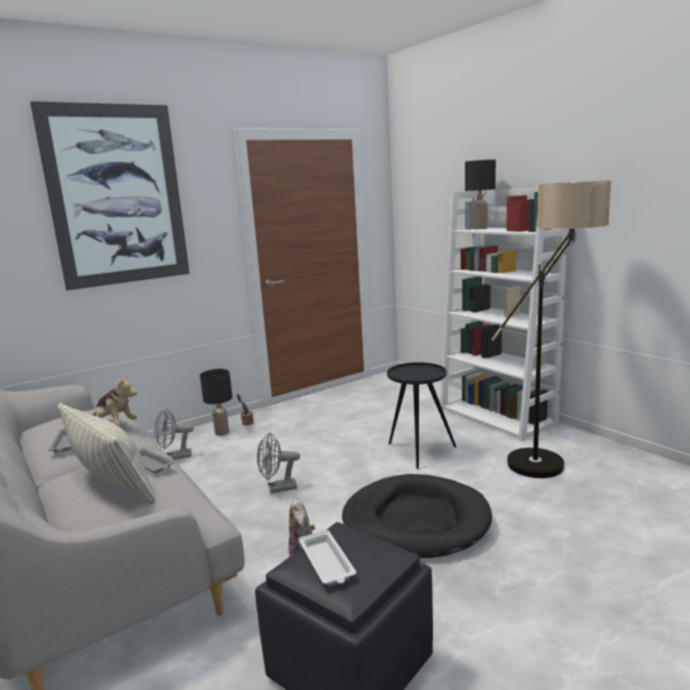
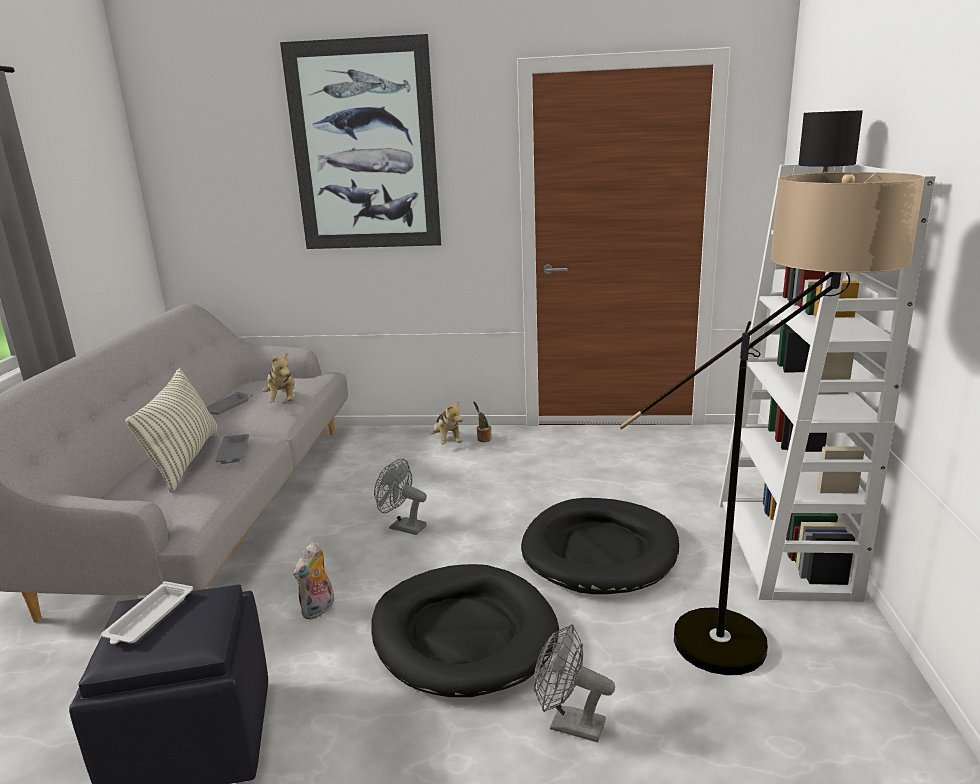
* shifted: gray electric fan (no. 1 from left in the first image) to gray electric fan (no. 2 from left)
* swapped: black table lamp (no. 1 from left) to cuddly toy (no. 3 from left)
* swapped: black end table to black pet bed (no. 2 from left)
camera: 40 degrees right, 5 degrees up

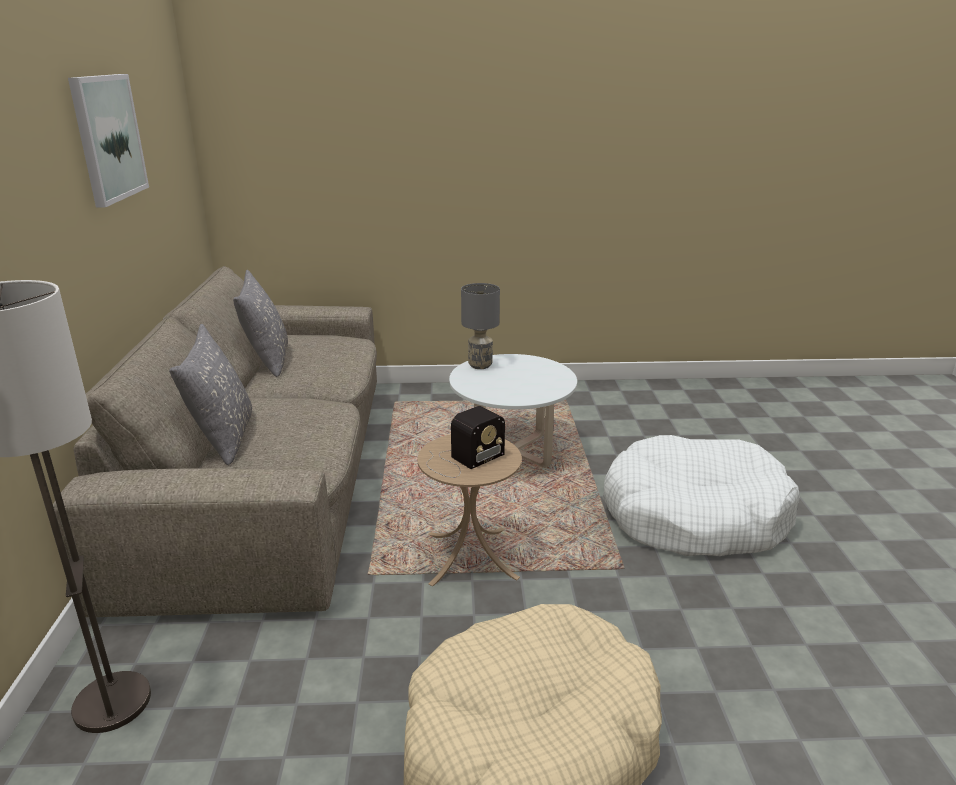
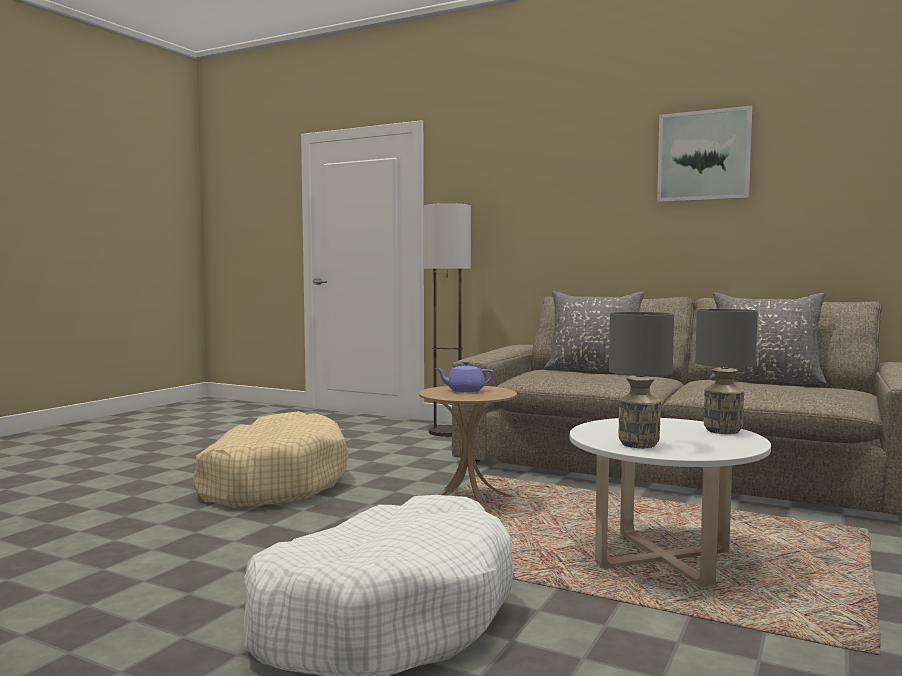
* swapped: radio set to purplish tea pot
* new: gray table lamp (no. 1 from left)
camera: 120 degrees right, 20 degrees down

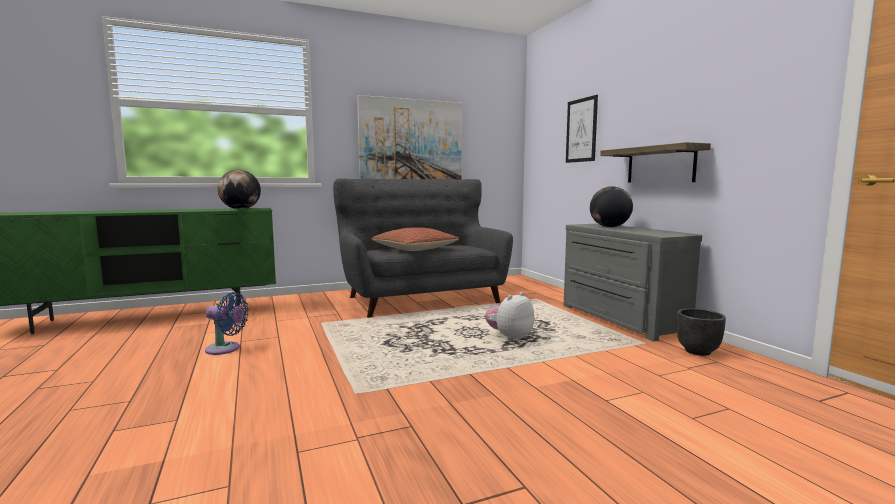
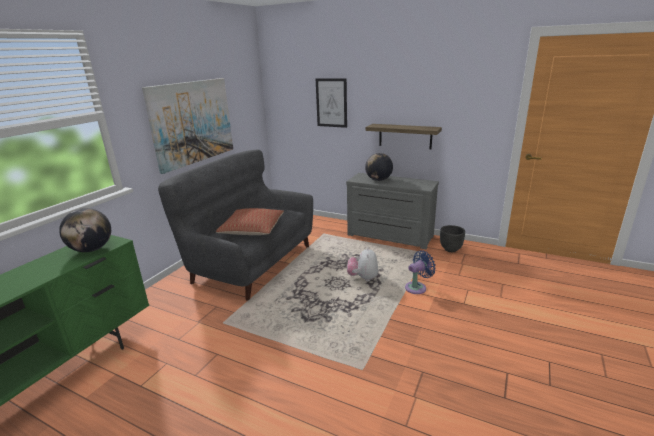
* shifted: blue-coloured electric fan
camera: 40 degrees left, 15 degrees up

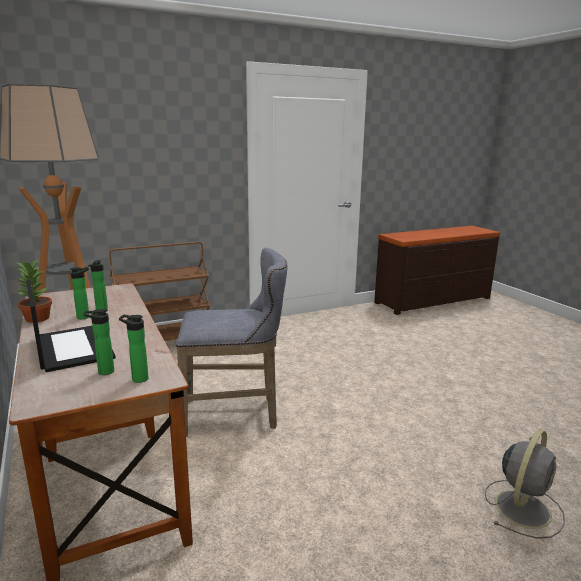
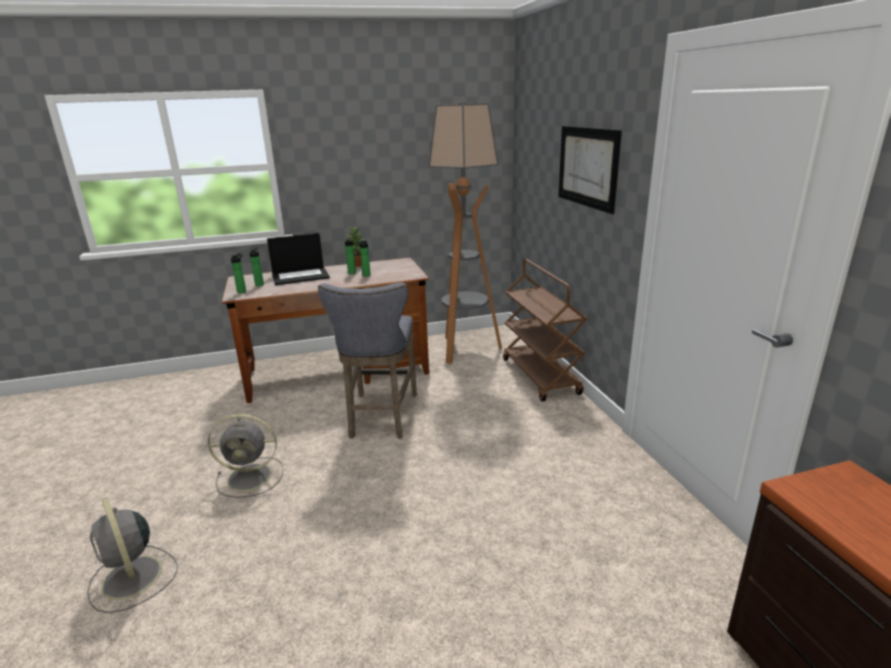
* new: gray electric fan (no. 2 from left)
* new: picture
camera: 100 degrees right, 5 degrees up

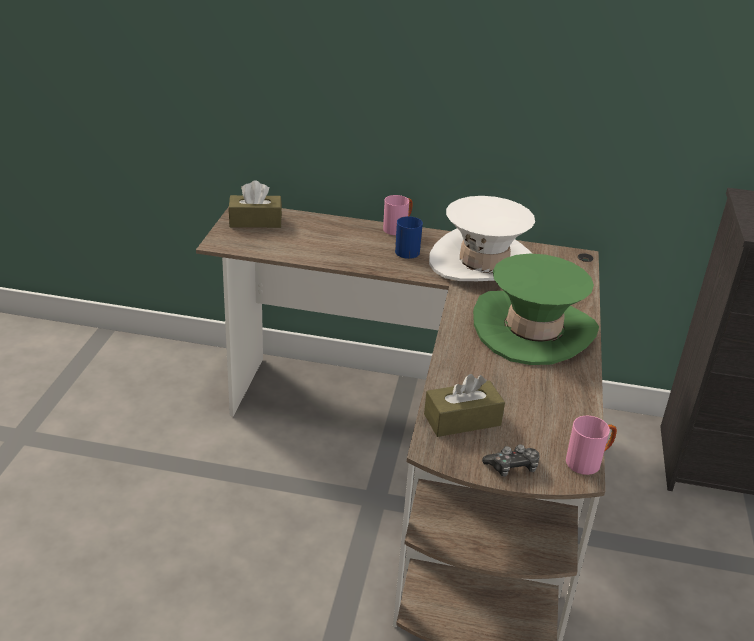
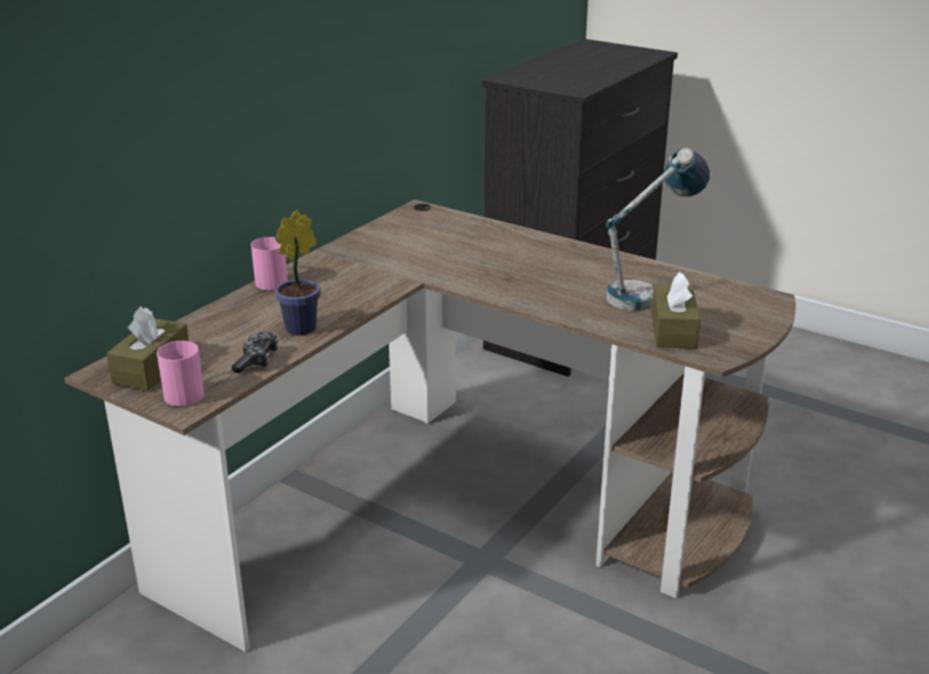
* gone: blue-coloured coffee mug
* gone: whitish wearable hat
* gone: greenish wearable hat
* shifted: joypad
* shifted: pink-coloured coffee mug (no. 2 from left in the first image) to pink-coloured coffee mug (no. 1 from left)
* new: houseplant
* new: table lamp
camera: 65 degrees left, 5 degrees down

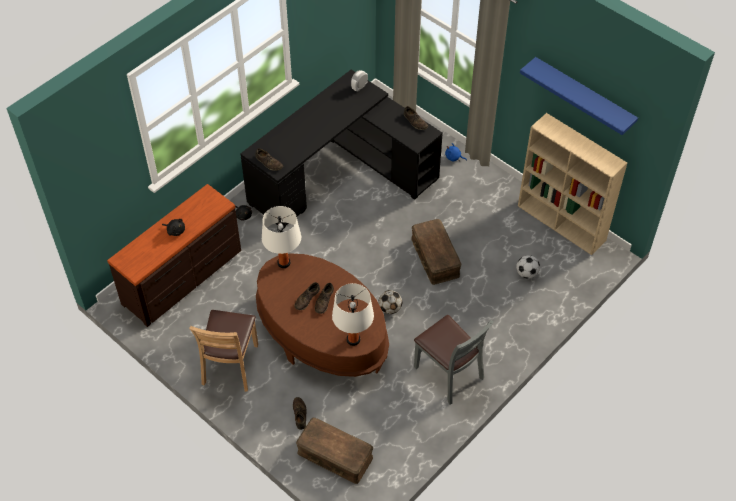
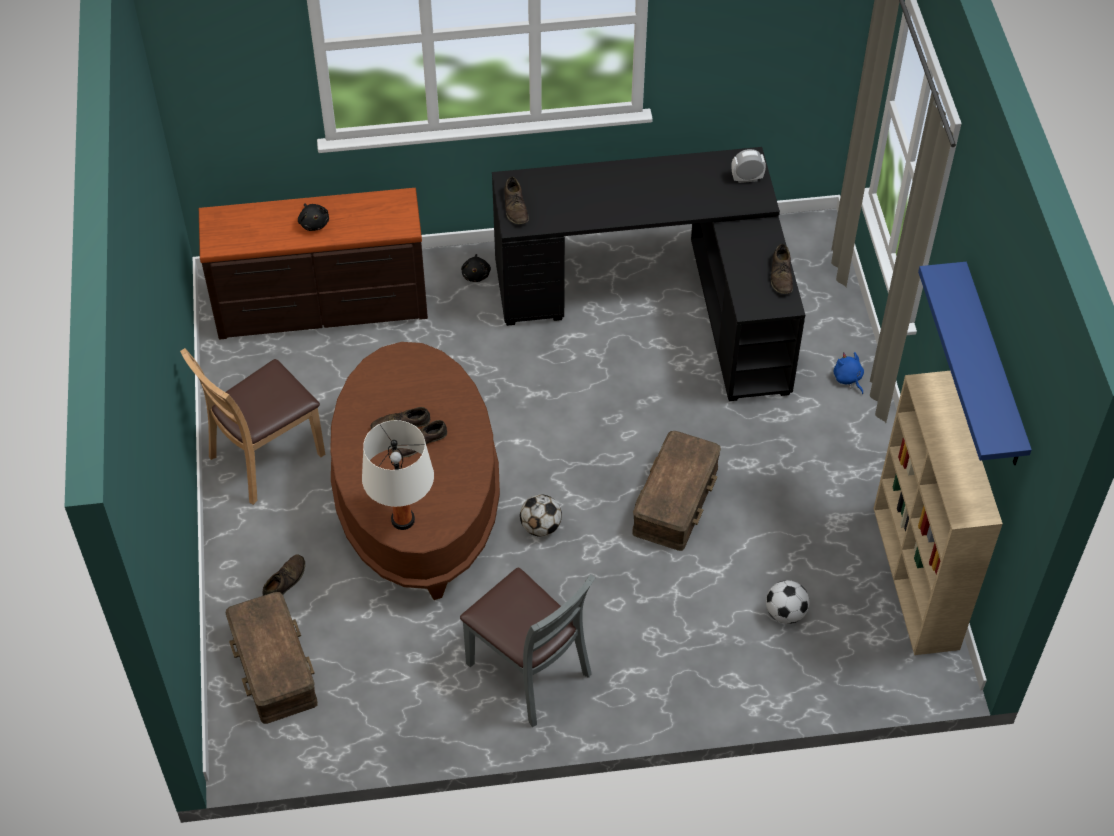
* gone: whitish table lamp (no. 1 from left)
* rotated: gray upright chair 45 degrees counterclockwise
camera: 40 degrees right, 0 degrees up

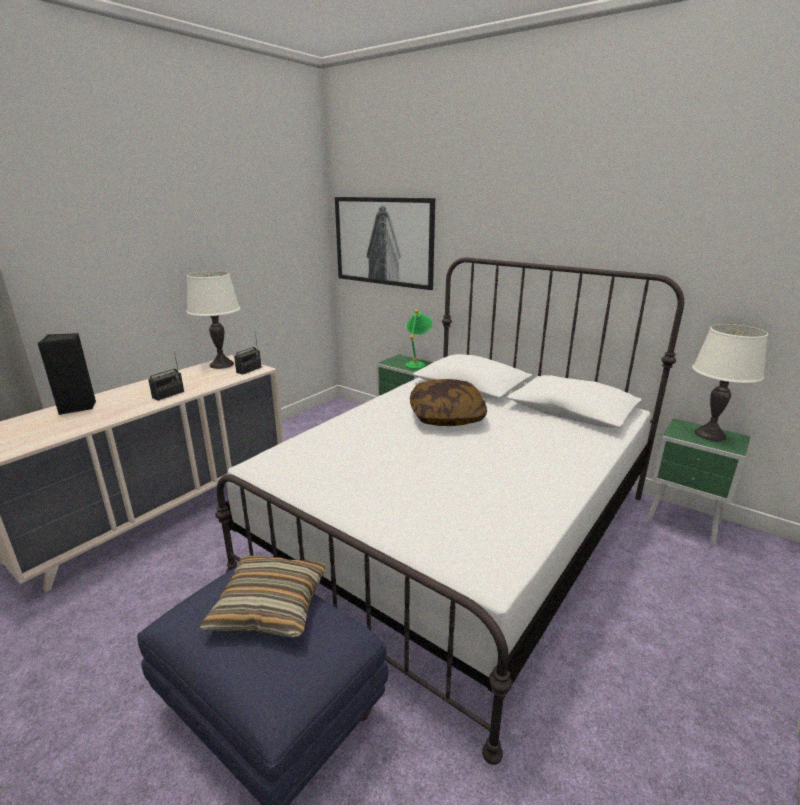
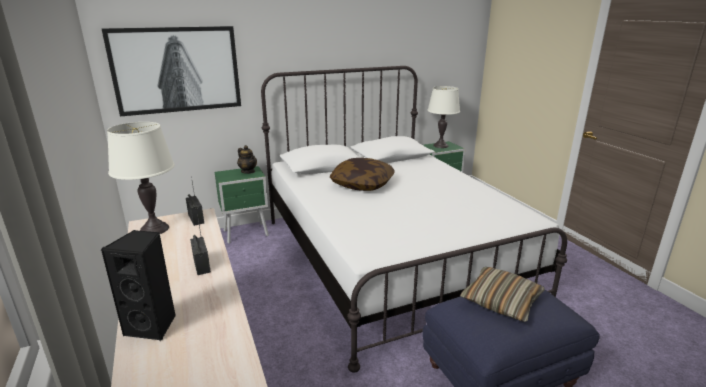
* swapped: greenish table lamp to tea pot
camera: 60 degrees left, 0 degrees up

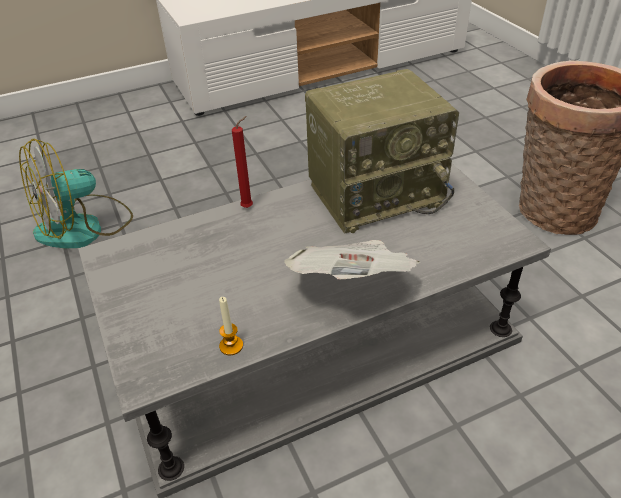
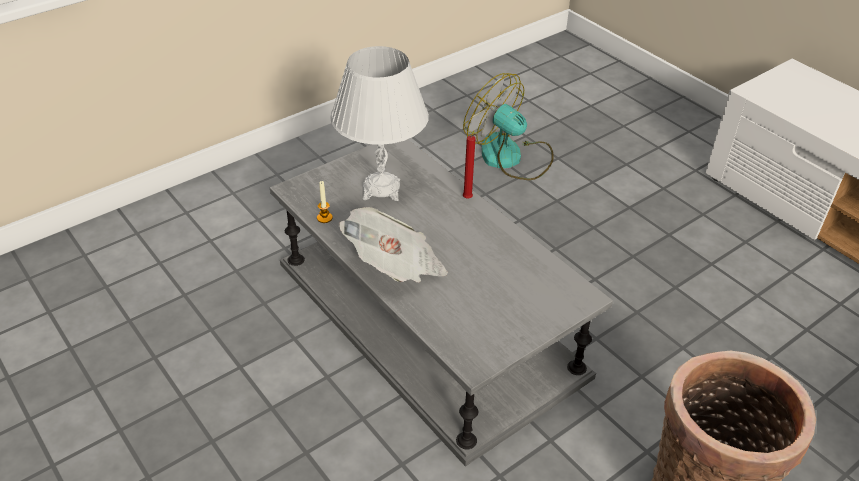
* gone: radio set
* new: whitish table lamp
camera: 75 degrees right, 0 degrees up

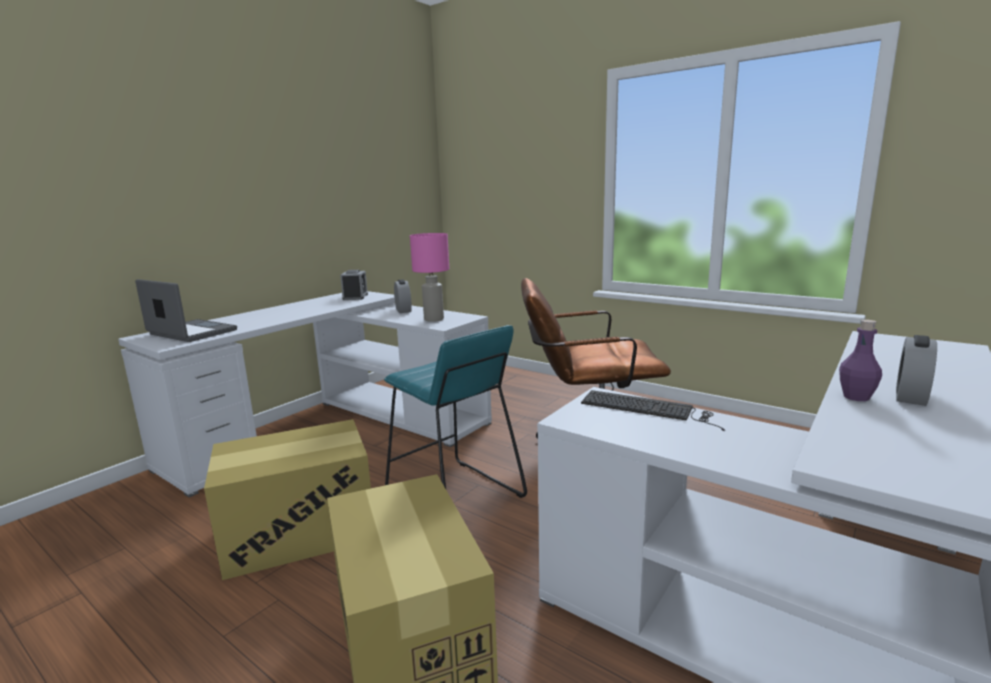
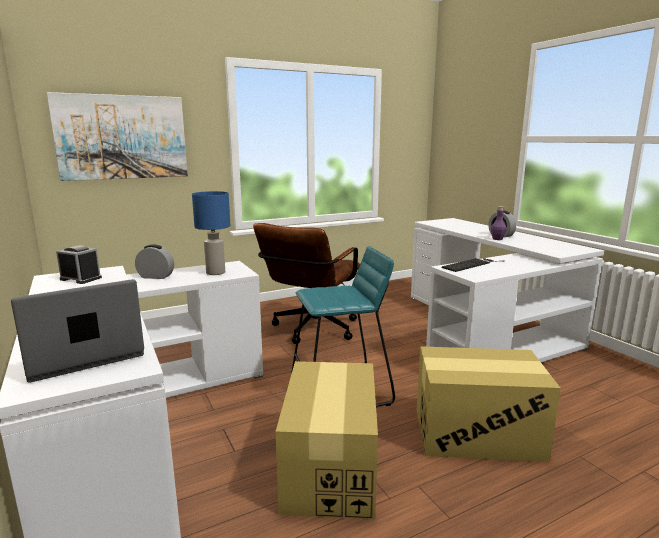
* repainted: pink-coloured table lamp to blue-coloured table lamp
* new: picture
camera: 65 degrees left, 0 degrees up

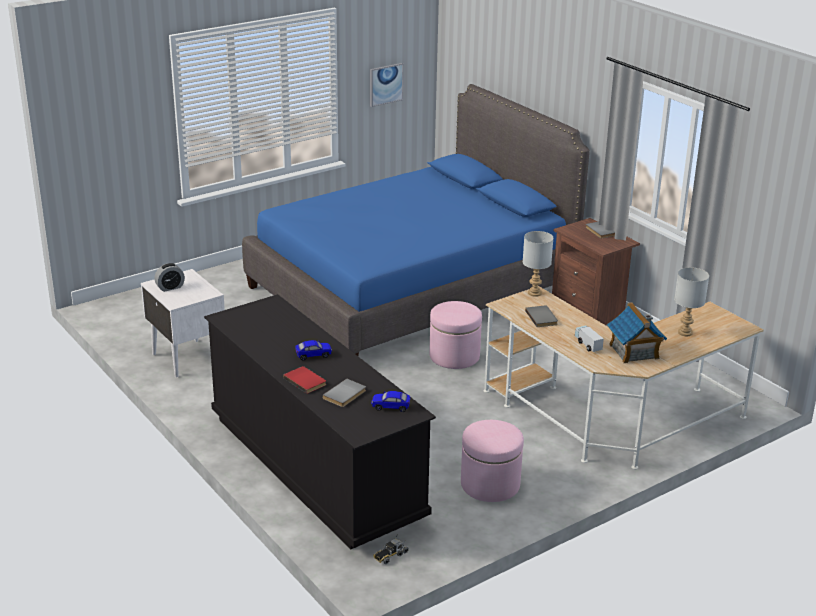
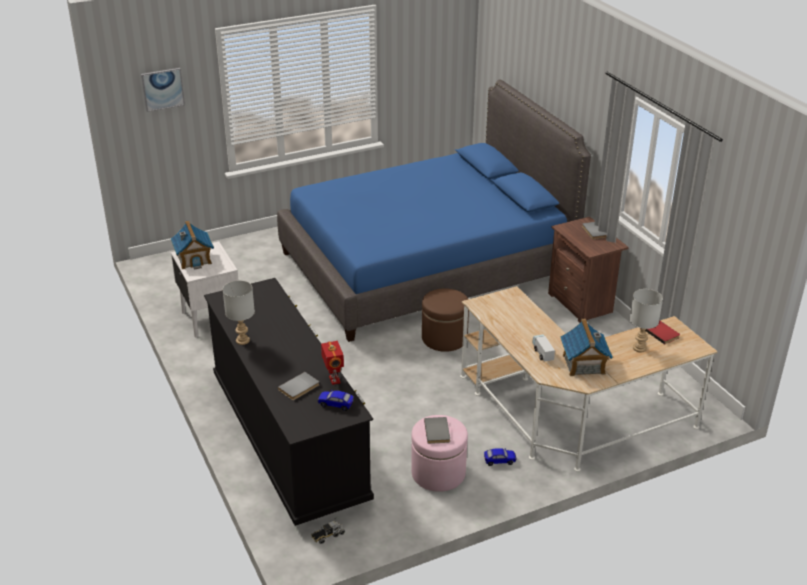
* swapped: bedside clock to miniature house (no. 1 from left)
* shifted: reddish volume
* shifted: toy car (no. 1 from left in the first image) to toy car (no. 2 from left)
* shifted: picture
* repainted: pink-coloured ottoman (no. 1 from left) to brown ottoman
* shifted: gray table lamp (no. 1 from left)
* shifted: gray volume (no. 2 from left)
* new: robot figure
camera: 10 degrees right, 5 degrees up

